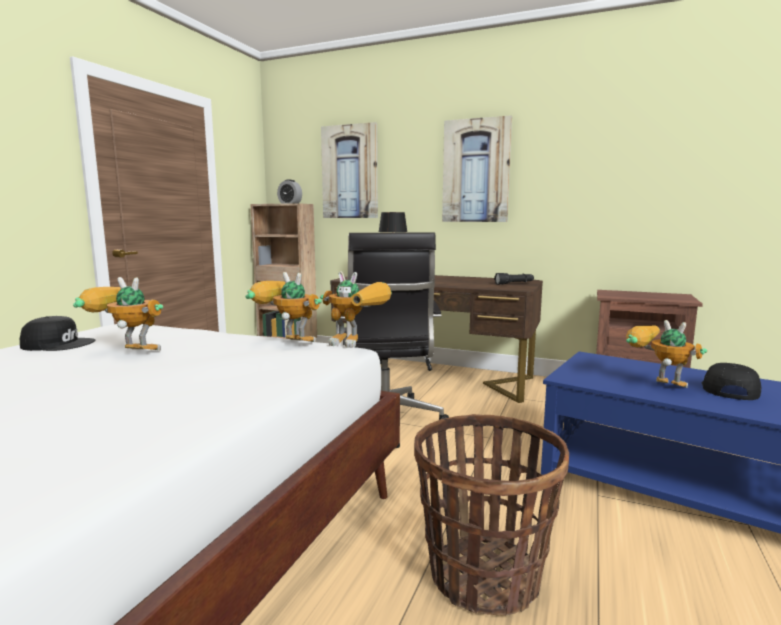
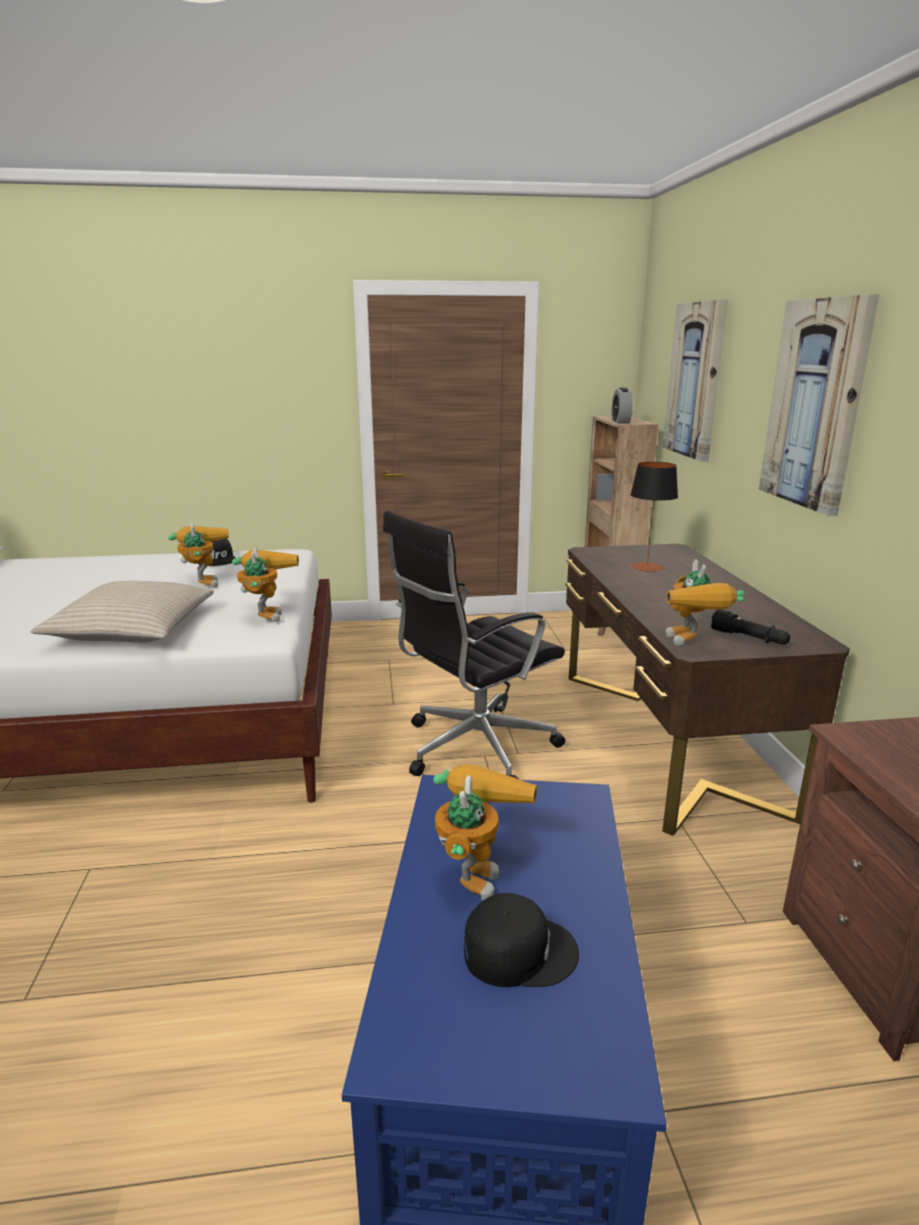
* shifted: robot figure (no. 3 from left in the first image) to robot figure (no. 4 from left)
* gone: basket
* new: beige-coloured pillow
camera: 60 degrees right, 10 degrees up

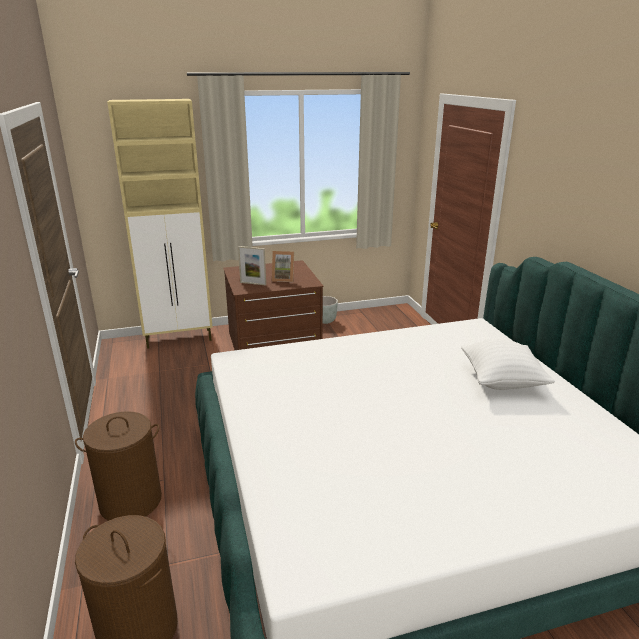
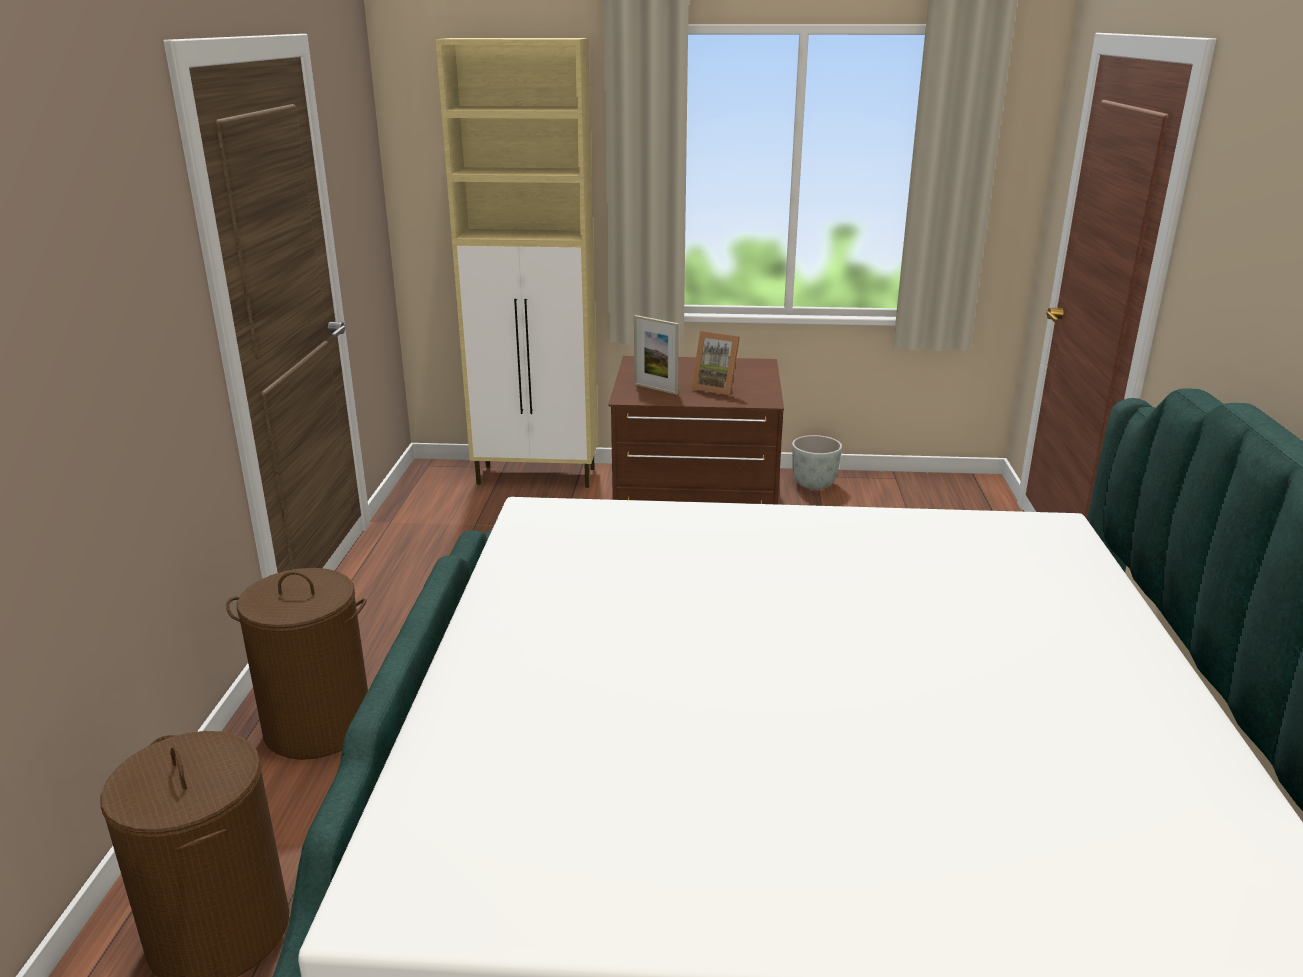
* gone: whitish pillow
camera: 20 degrees right, 0 degrees up

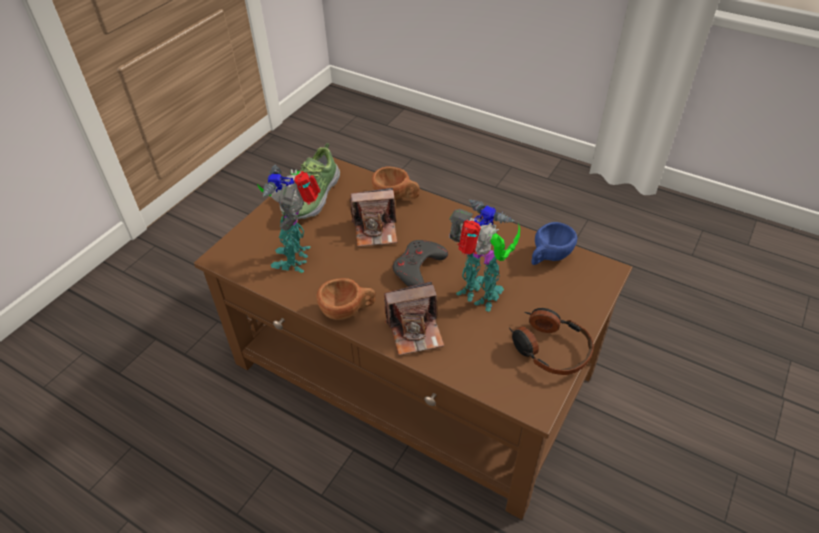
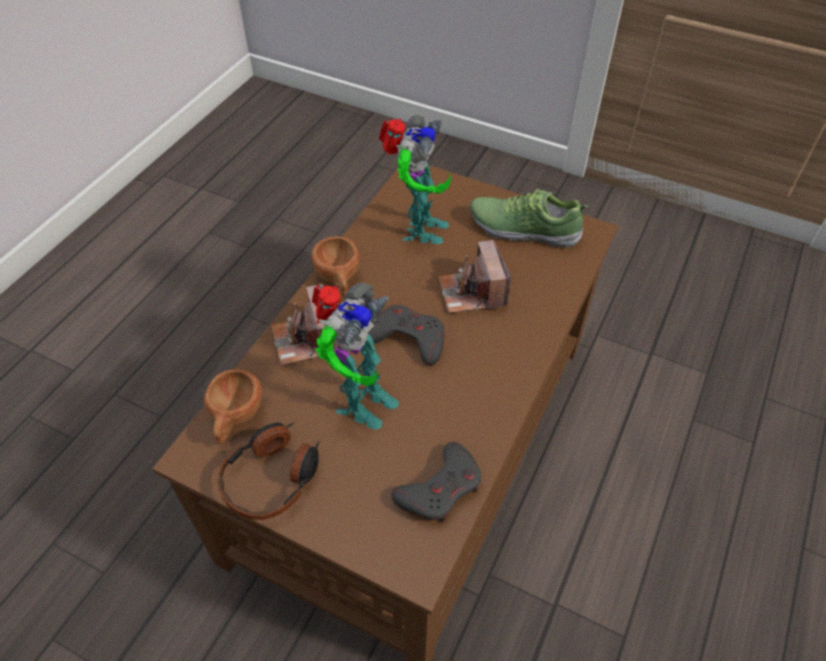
* rotated: robot figure (no. 1 from left in the first image) 105 degrees clockwise
* shifted: brown cup (no. 2 from left in the first image) to brown cup (no. 1 from left)
* swapped: blue-coloured cup to gray joypad (no. 2 from left)
camera: 85 degrees right, 5 degrees up

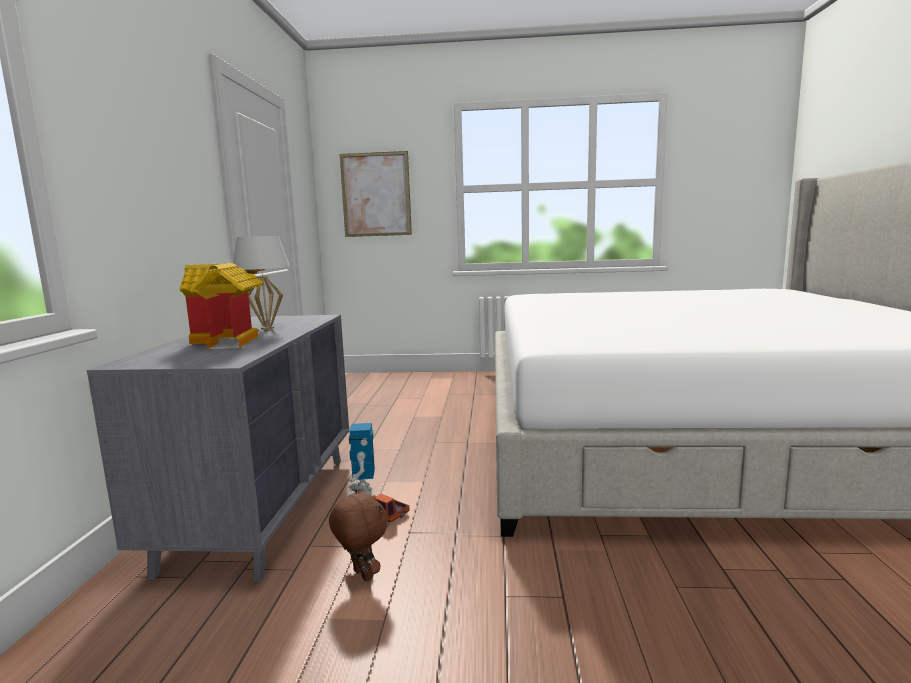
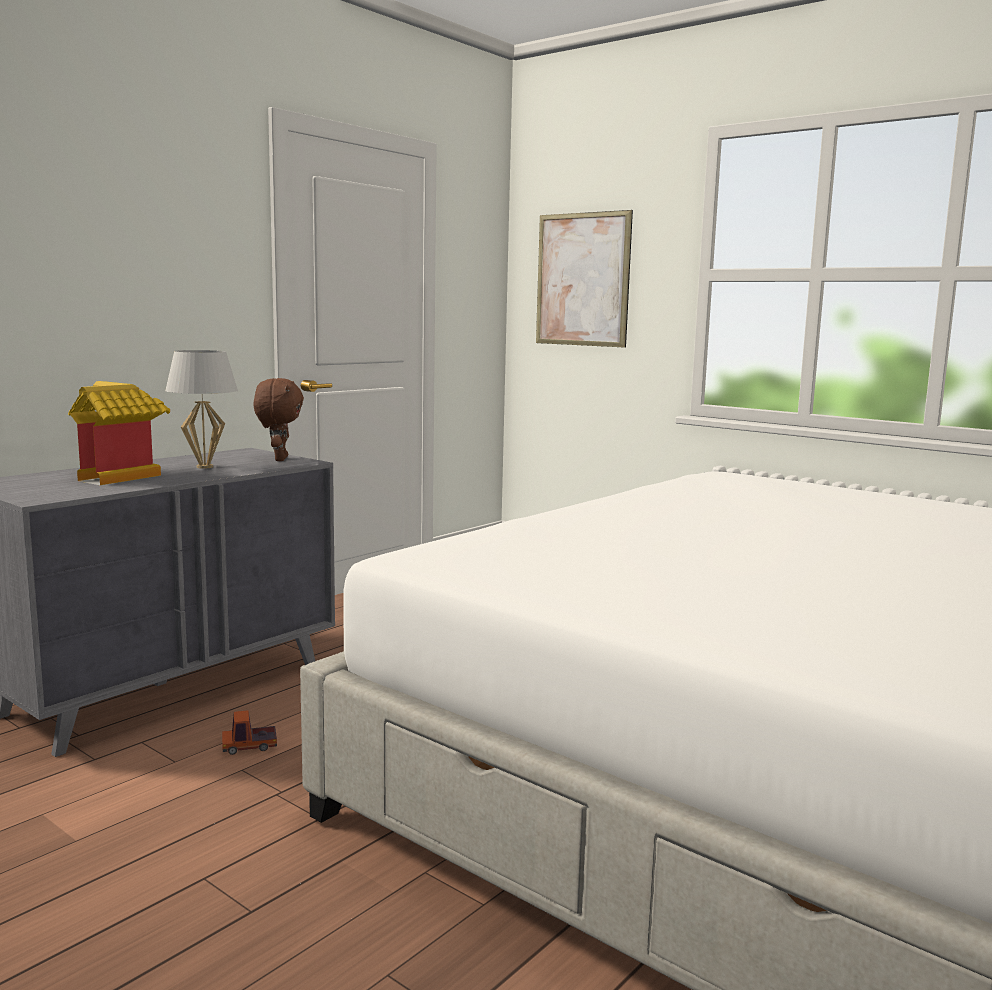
* shifted: brown cuddly toy
* gone: robot figure
camera: 35 degrees right, 0 degrees up

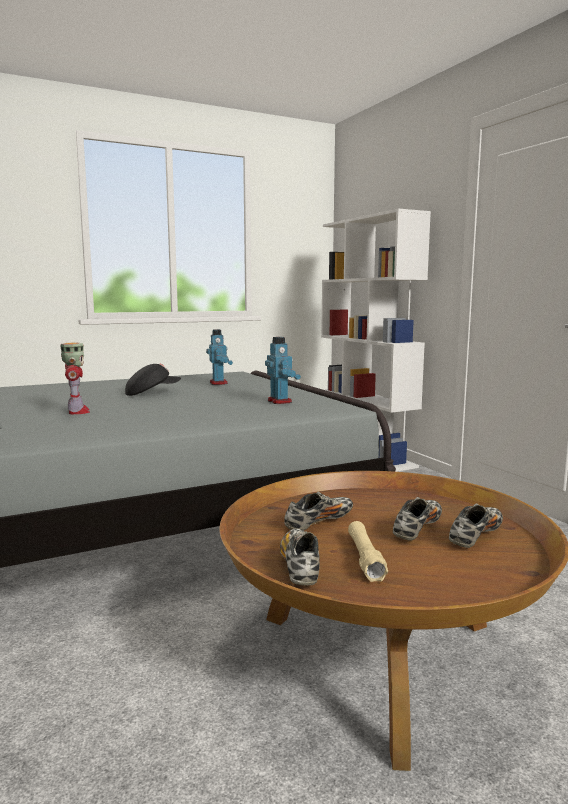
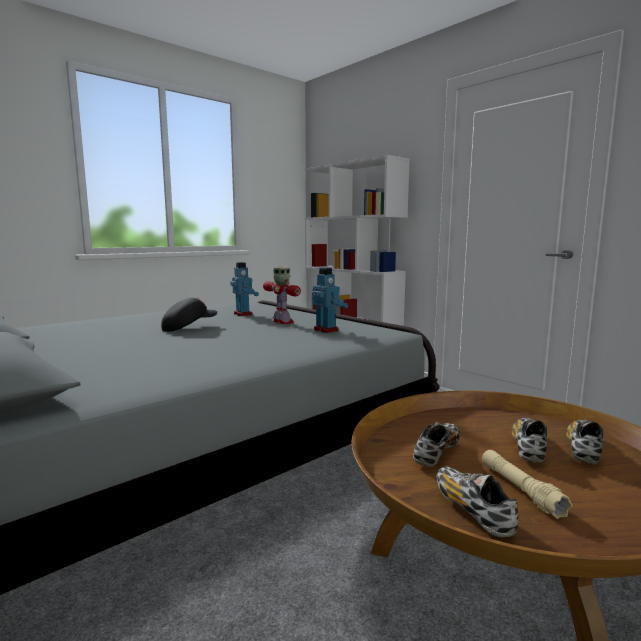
* shifted: robot figure (no. 1 from left in the first image) to robot figure (no. 2 from left)
camera: 15 degrees left, 0 degrees up

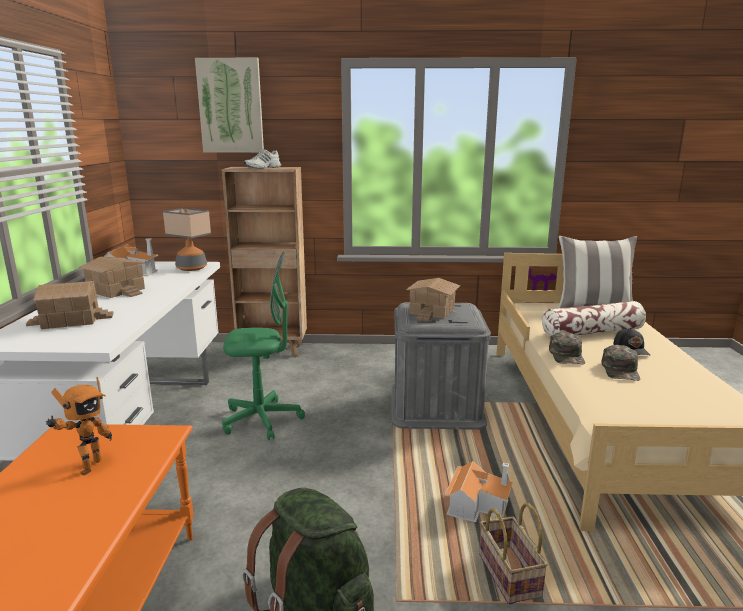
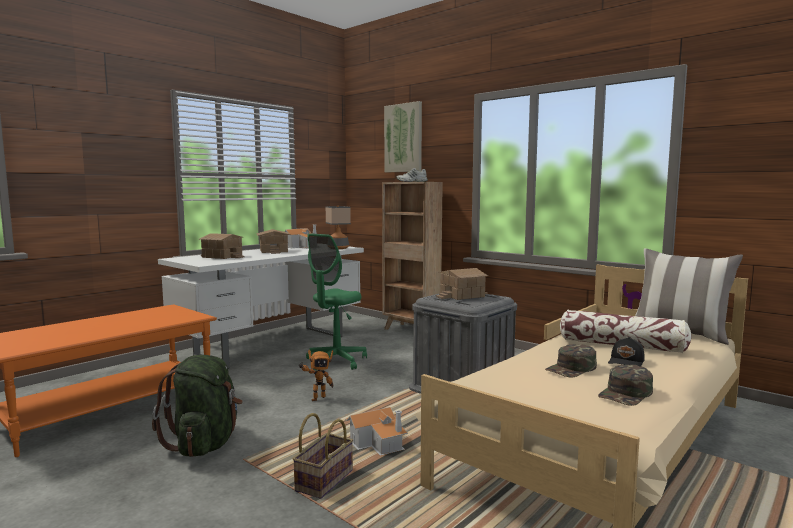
* shifted: robot figure
* rotated: greenish office chair 90 degrees clockwise
* shifted: greenish baseball cap (no. 1 from left in the first image) to greenish baseball cap (no. 2 from left)
camera: 40 degrees right, 10 degrees down

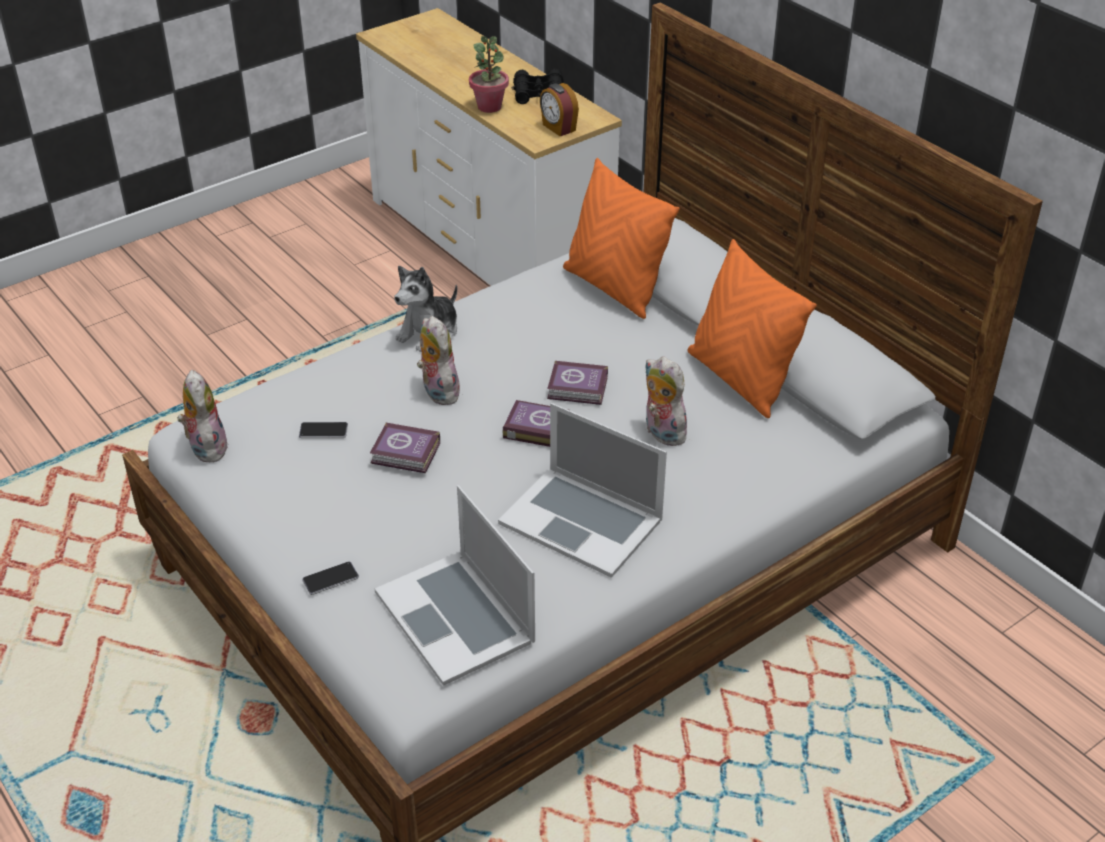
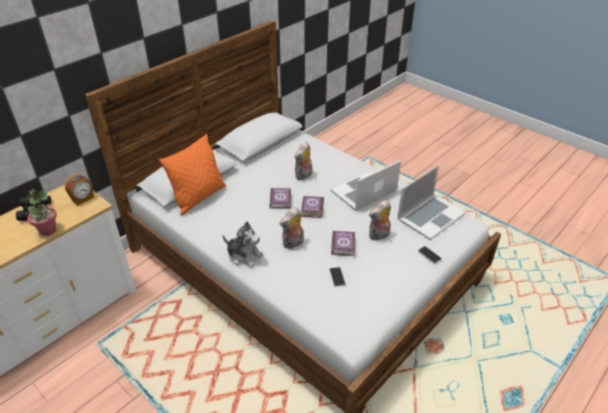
* shifted: cuddly toy (no. 1 from left in the first image) to cuddly toy (no. 4 from left)
* rotated: laptop (no. 2 from left in the first image) 150 degrees counterclockwise
* gone: orange-coloured pillow (no. 2 from left)
camera: 100 degrees left, 0 degrees up

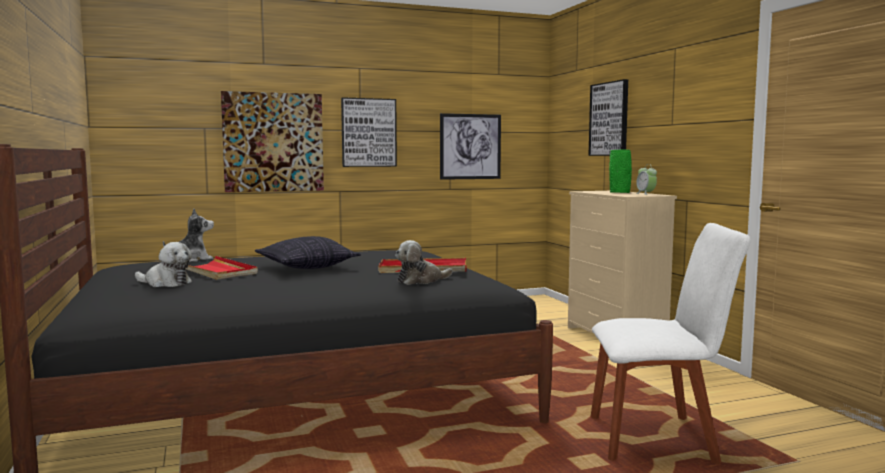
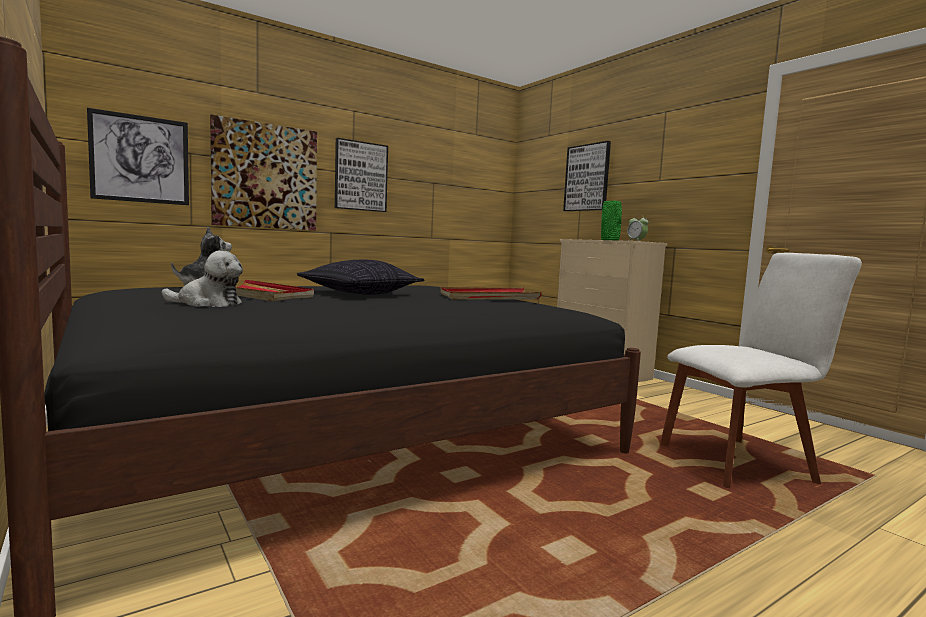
* gone: cuddly toy (no. 3 from left)
* shifted: picture (no. 3 from left in the first image) to picture (no. 1 from left)
camera: 15 degrees left, 0 degrees up

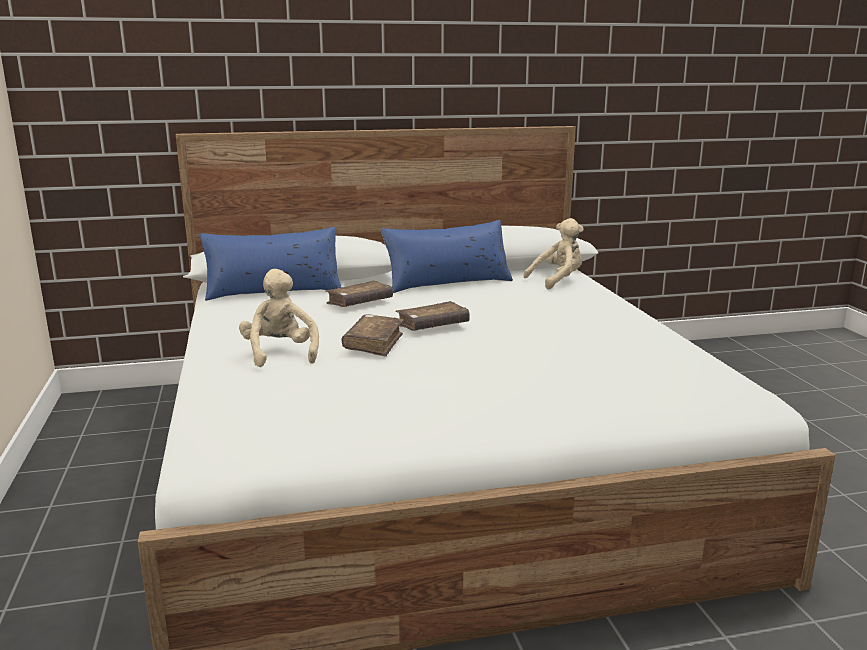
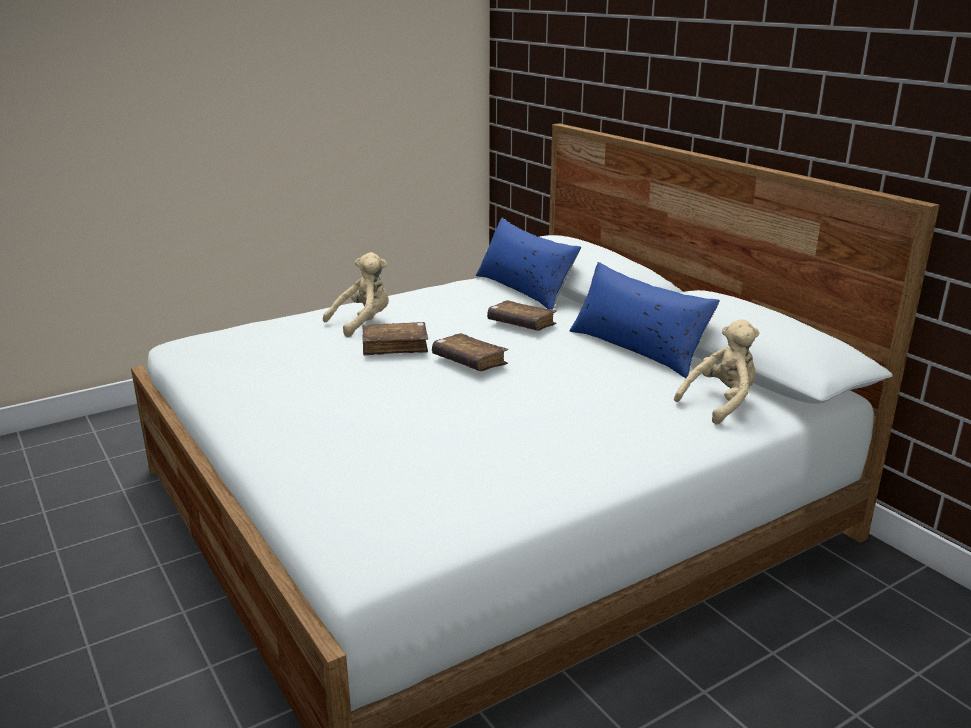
* rotated: beige-coloured cuddly toy (no. 2 from left) 75 degrees counterclockwise
camera: 70 degrees right, 5 degrees up

